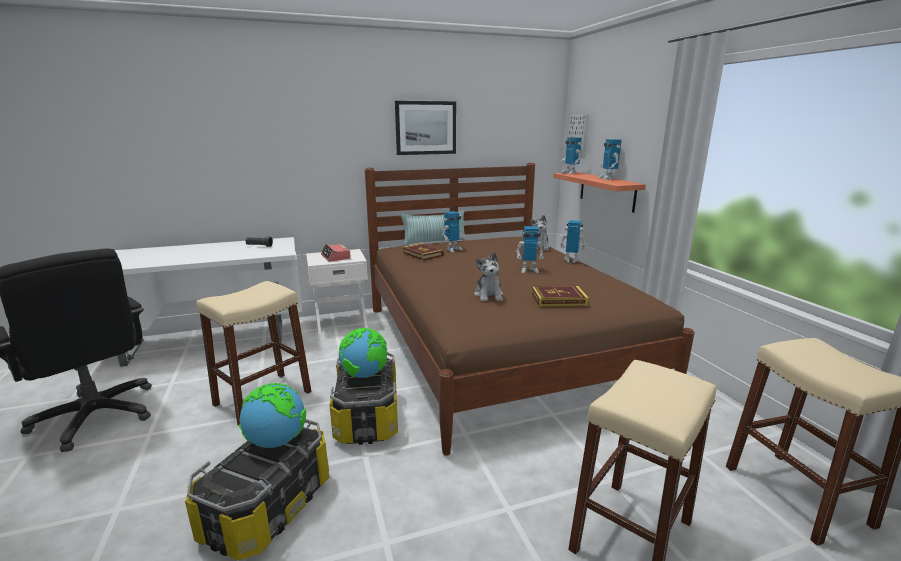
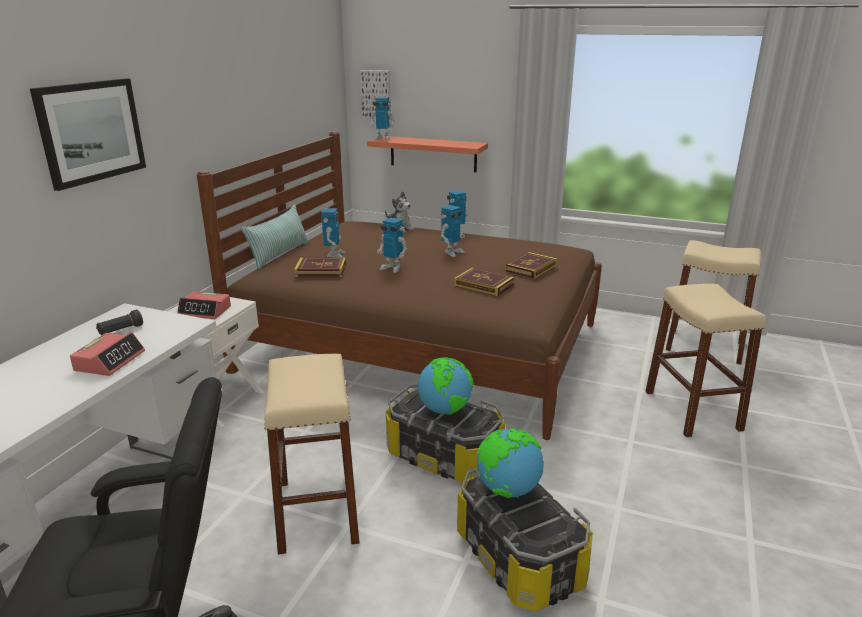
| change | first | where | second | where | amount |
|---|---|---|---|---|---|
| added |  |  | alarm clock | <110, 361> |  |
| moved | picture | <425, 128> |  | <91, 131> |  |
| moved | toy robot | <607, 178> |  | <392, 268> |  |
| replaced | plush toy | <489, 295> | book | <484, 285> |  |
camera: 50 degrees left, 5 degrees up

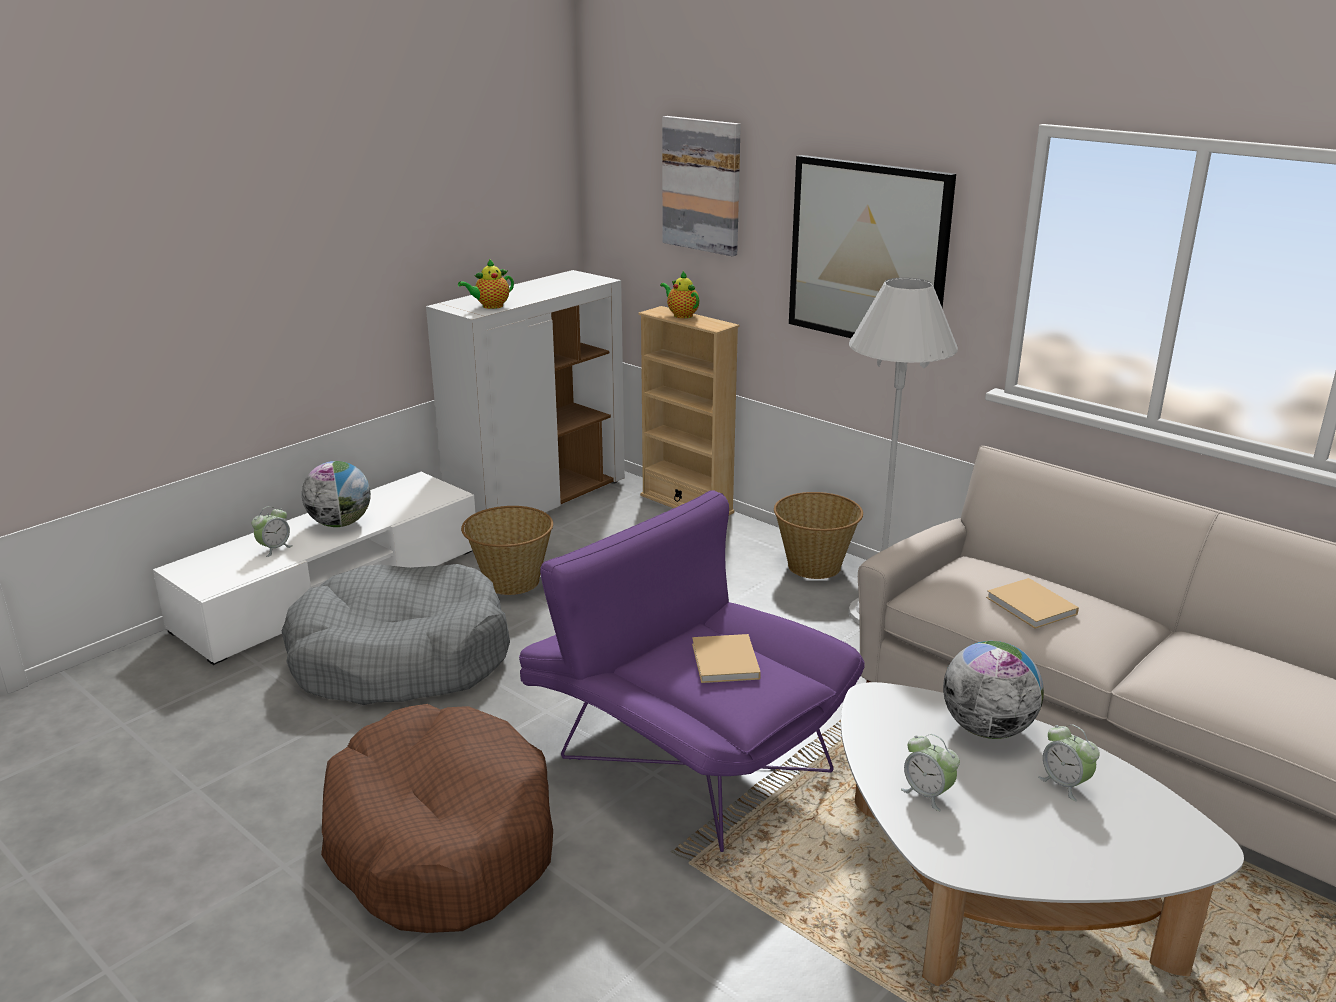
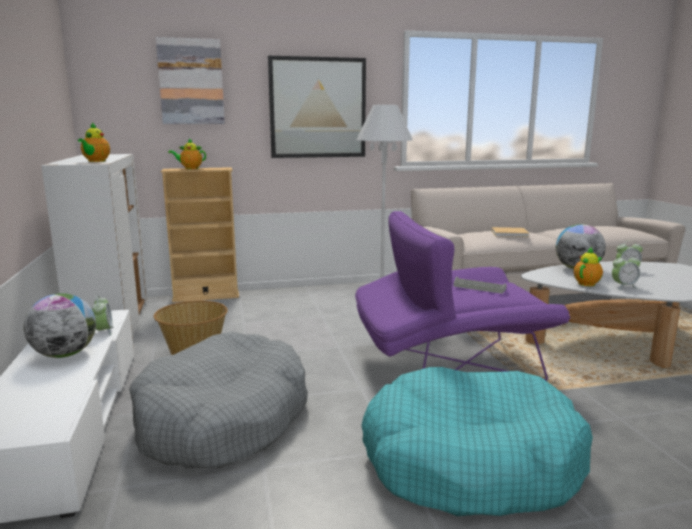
| change | first | where | second | where | amount |
|---|---|---|---|---|---|
| removed | basket | <815, 566> |  |  |  |
| added |  |  | teapot | <587, 283> |  |
| moved | alarm clock | <274, 549> |  | <104, 331> |  |
| replaced | beige book | <725, 663> | grey tray | <479, 287> |  |
| recoloured | brown dog bed | <440, 840> | turquoise dog bed | <470, 462> |  |
camera: 55 degrees left, 10 degrees down

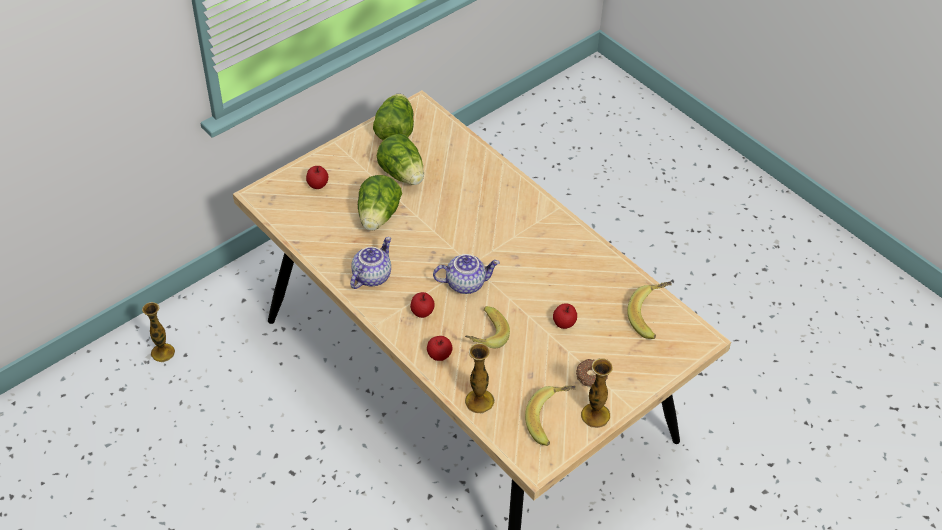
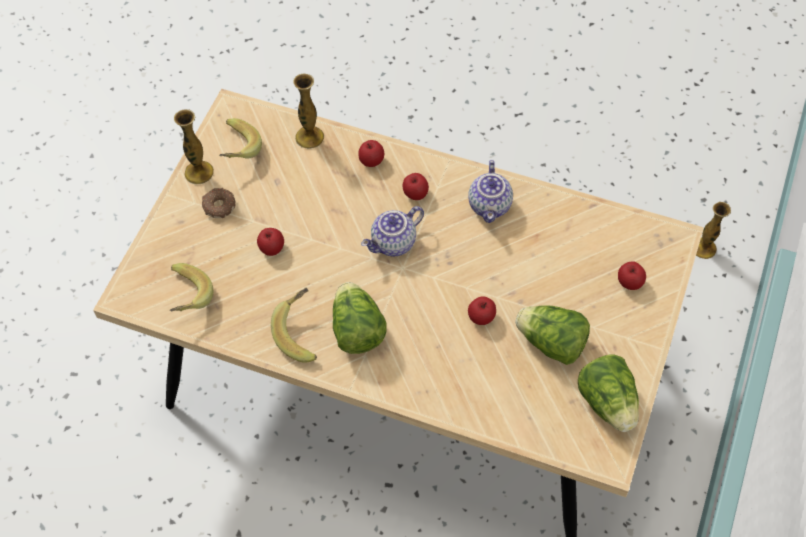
| change | first | where | second | where | amount |
|---|---|---|---|---|---|
| added |  |  | apple | <481, 317> |  |
| moved | lettuce | <378, 217> |  | <357, 330> |  |
| moved | banana | <483, 336> |  | <302, 332> |  |
camera: 155 degrees right, 10 degrees up

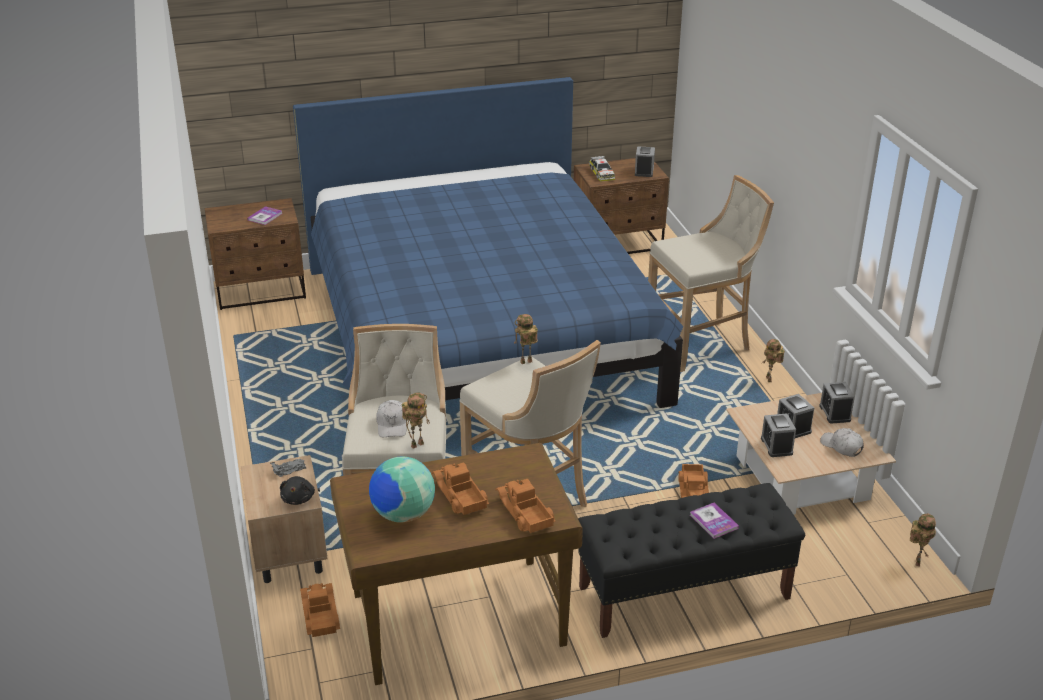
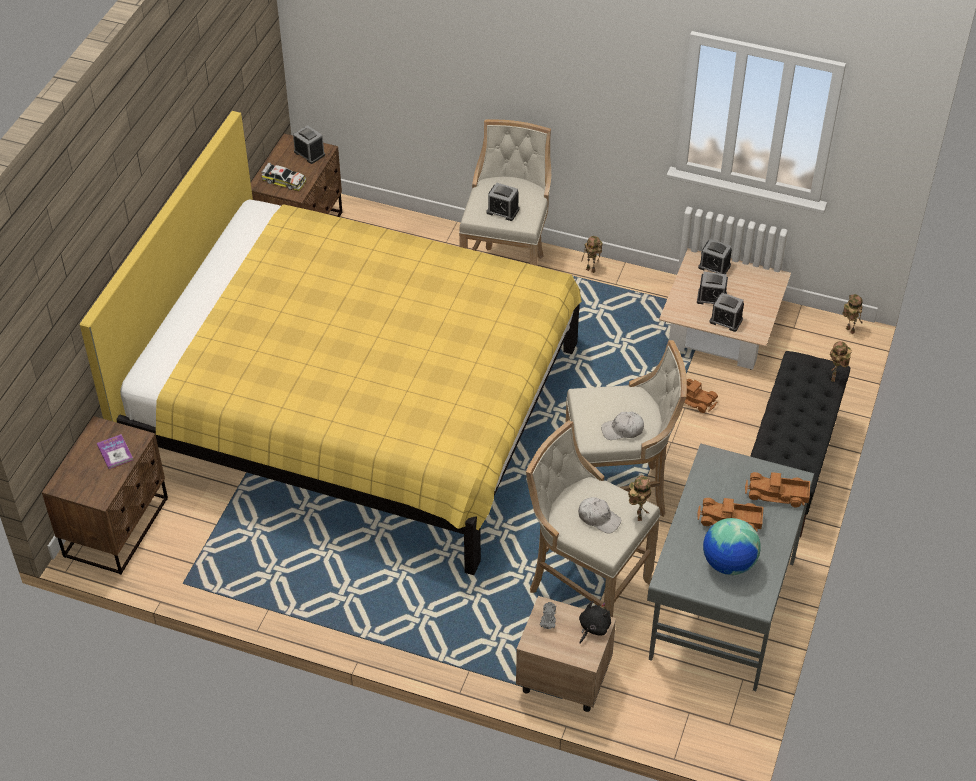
| change | first | where | second | where | amount |
|---|---|---|---|---|---|
| removed | toy truck | <319, 615> |  |  |  |
| removed | book | <713, 521> |  |  |  |
| added |  |  | alarm clock | <503, 211> |  |
| moved | toy robot | <526, 363> |  | <834, 378> |  |
| moved | white cap | <841, 446> |  | <622, 430> |  |
| recoloured | blue bed | <477, 334> | yellow bed | <356, 407> |  |
| recoloured | brown desk | <456, 618> | grey desk | <720, 609> |  |
| turned | black plush toy | <298, 498> |  | <593, 627> | 90 degrees counterclockwise |
camera: 55 degrees left, 15 degrees up

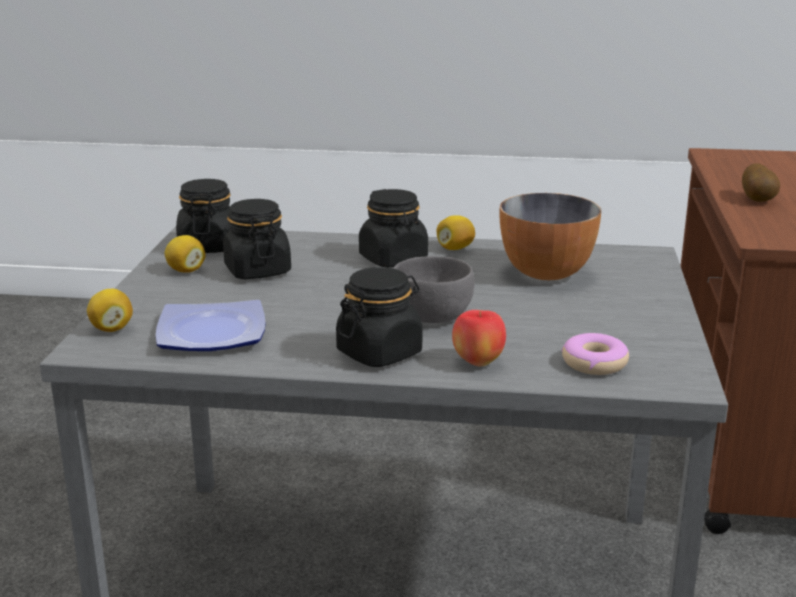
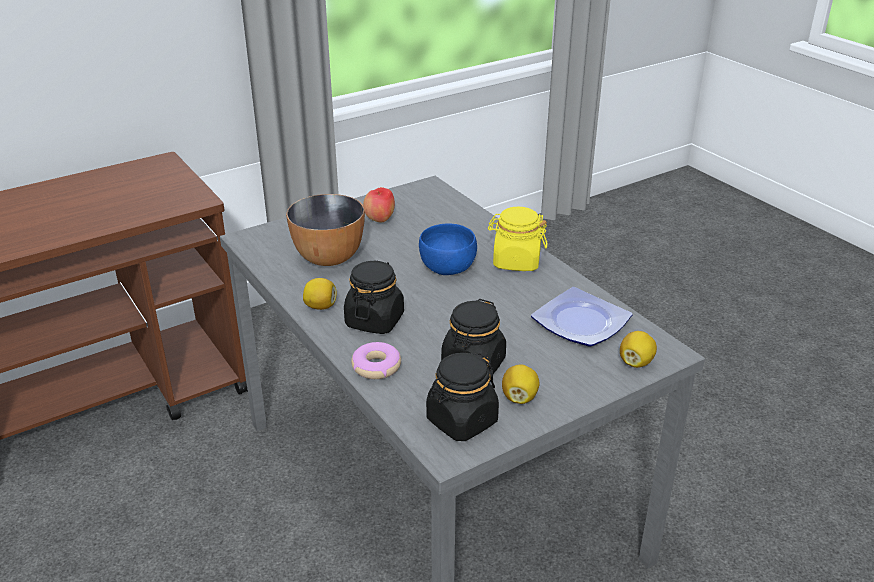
| change | first | where | second | where | amount |
|---|---|---|---|---|---|
| removed | potato | <758, 200> |  |  |  |
| moved | apple | <478, 362> |  | <380, 220> |  |
| moved | donut | <594, 363> |  | <376, 367> |  |
| recoloured | black jar | <379, 353> | yellow jar | <516, 261> |  |
| recoloured | grey bowl | <431, 315> | blue bowl | <448, 267> |  |
camera: 130 degrees left, 10 degrees up

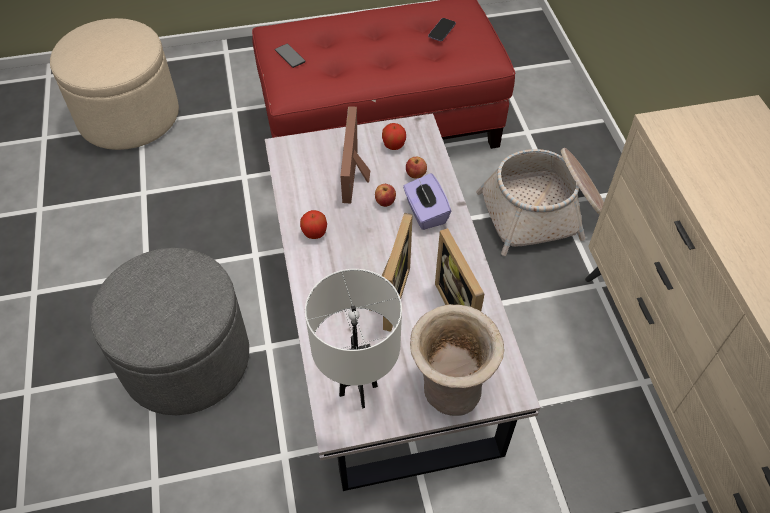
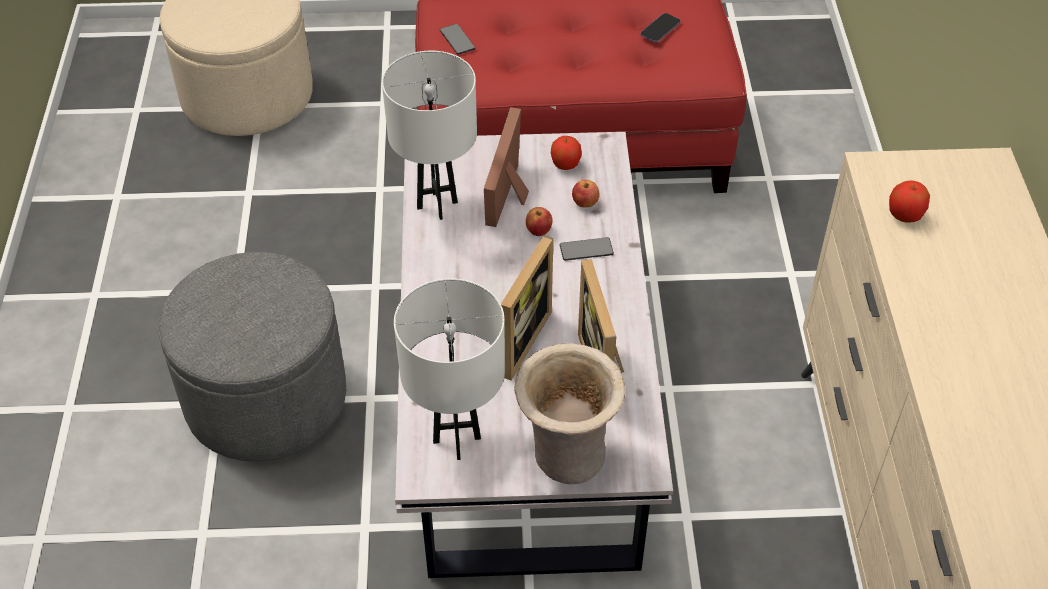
| change | first | where | second | where | amount |
|---|---|---|---|---|---|
| removed | basket | <544, 213> |  |  |  |
| added |  |  | white table lamp | <437, 205> |  |
| moved | apple | <314, 233> |  | <905, 215> |  |
| replaced | purple tissue box | <425, 213> | phone | <586, 250> |  |
camera: 10 degrees right, 5 degrees down

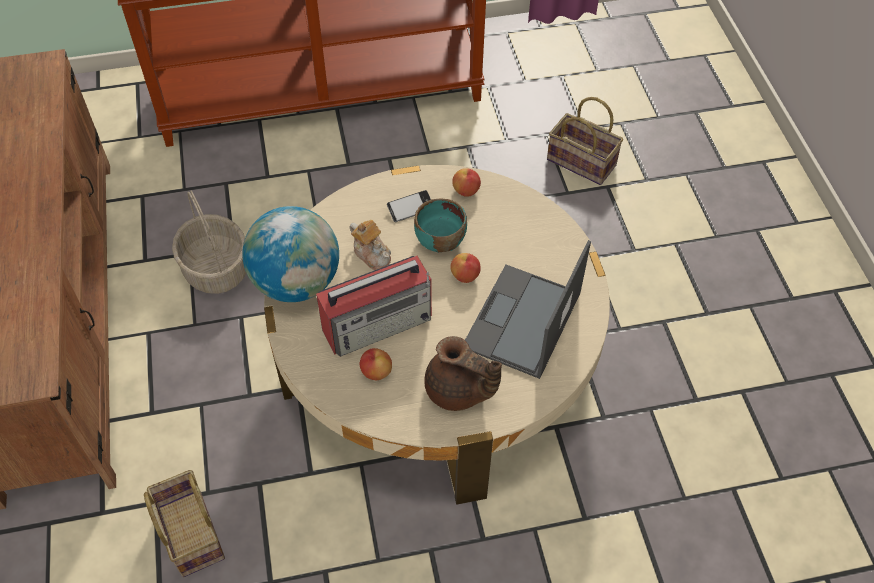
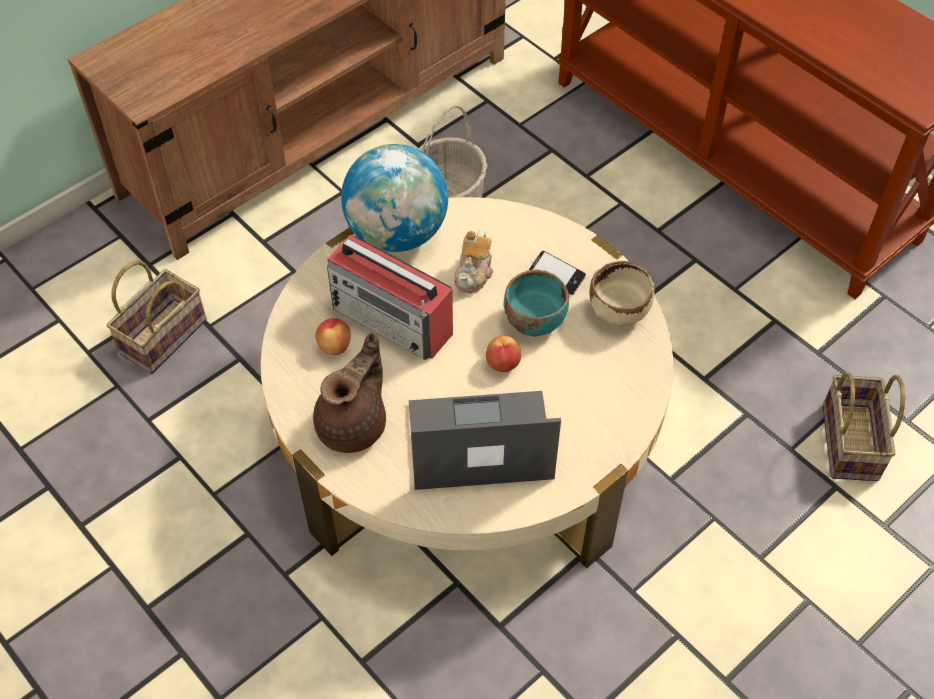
| change | first | where | second | where | amount |
|---|---|---|---|---|---|
| replaced | apple | <466, 191> | beige bowl | <619, 311> |  |
| turned | brown teapot | <458, 391> |  | <354, 424> | 150 degrees counterclockwise |
camera: 60 degrees right, 0 degrees up

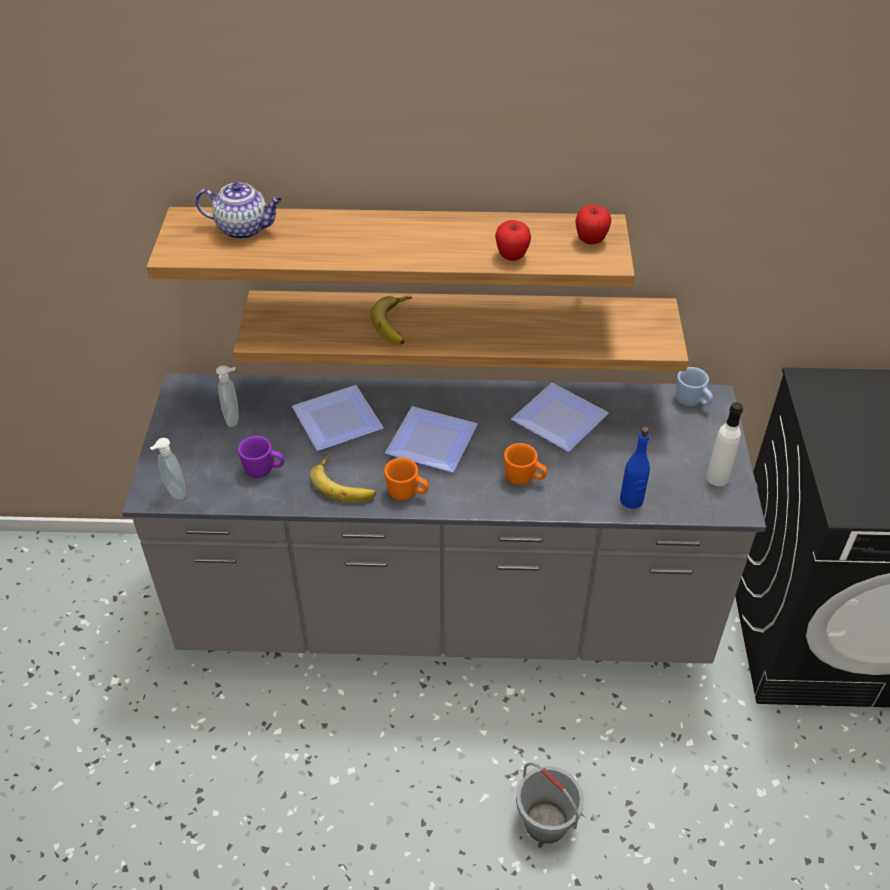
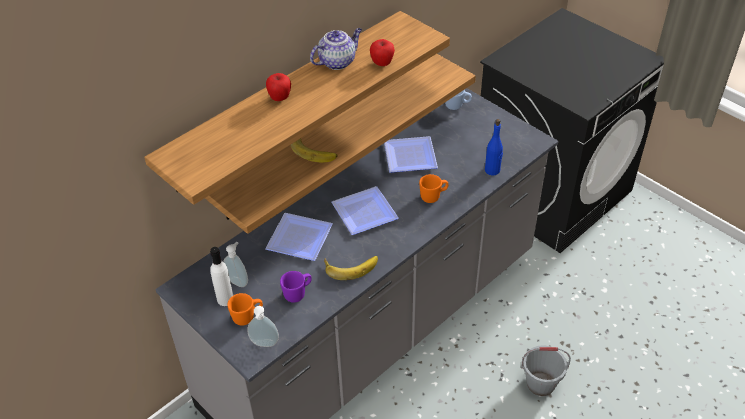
| change | first | where | second | where | amount |
|---|---|---|---|---|---|
| moved | teapot | <244, 229> |  | <337, 62> |  |
| moved | orange mug | <407, 494> |  | <247, 317> |  |
| moved | apple | <590, 241> |  | <280, 98> |  |
| moved | white bottle | <717, 478> |  | <225, 299> |  |
camera: 45 degrees left, 0 degrees up

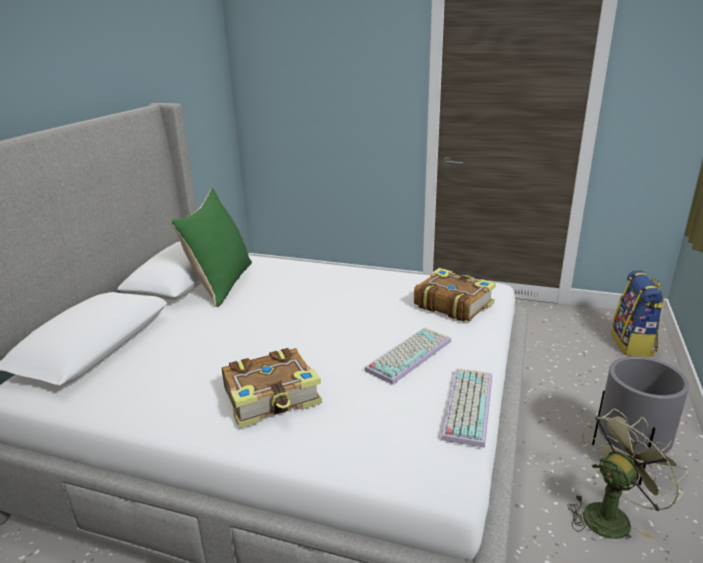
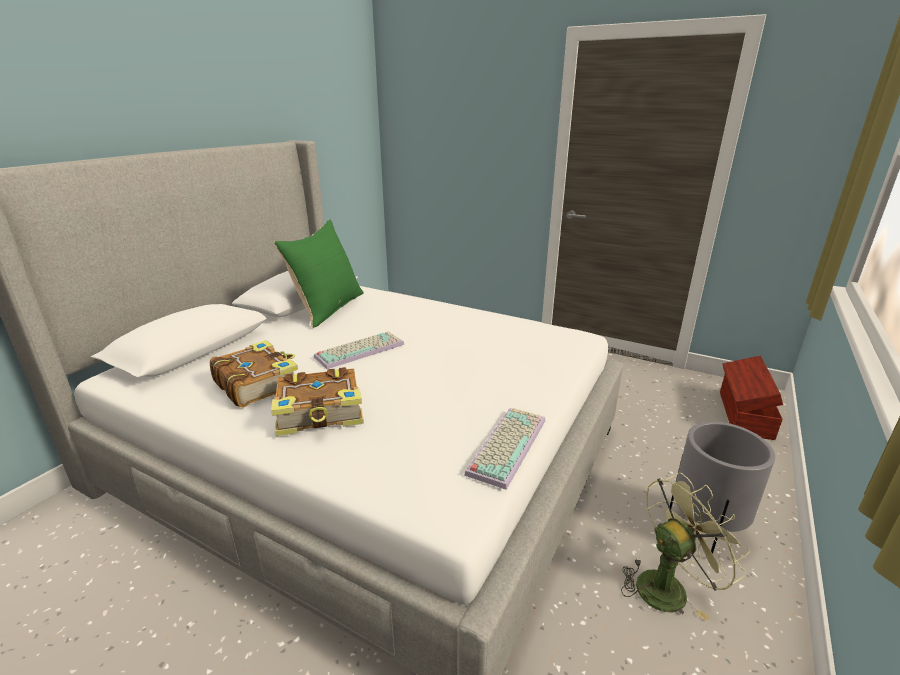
| change | first | where | second | where | amount |
|---|---|---|---|---|---|
| moved | keyboard | <408, 354> |  | <360, 350> |  |
| moved | book | <452, 304> |  | <257, 384> |  |
| replaced | backpack | <633, 344> | brown storage box | <744, 415> |  |
camera: 10 degrees right, 0 degrees up

